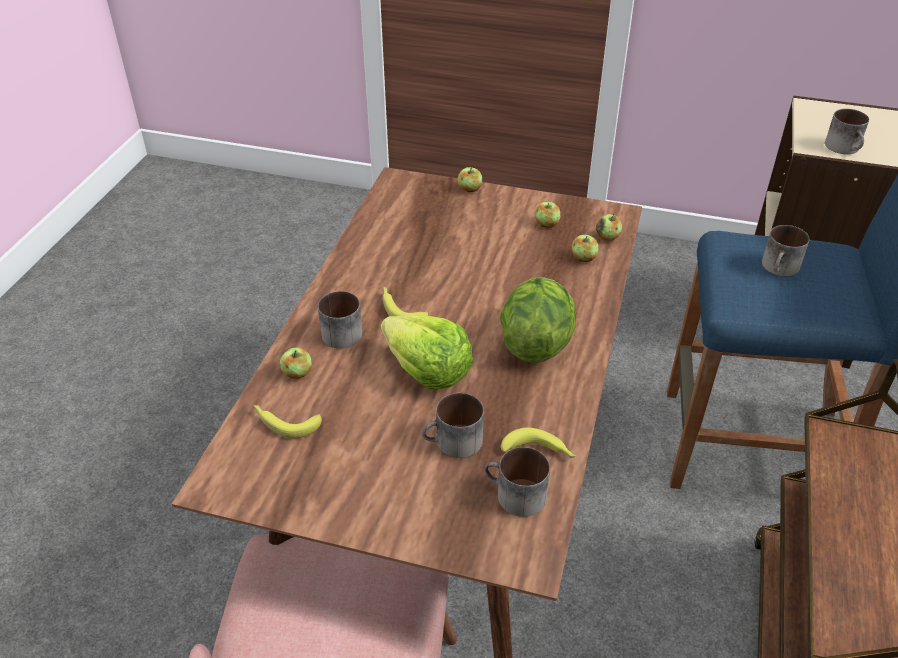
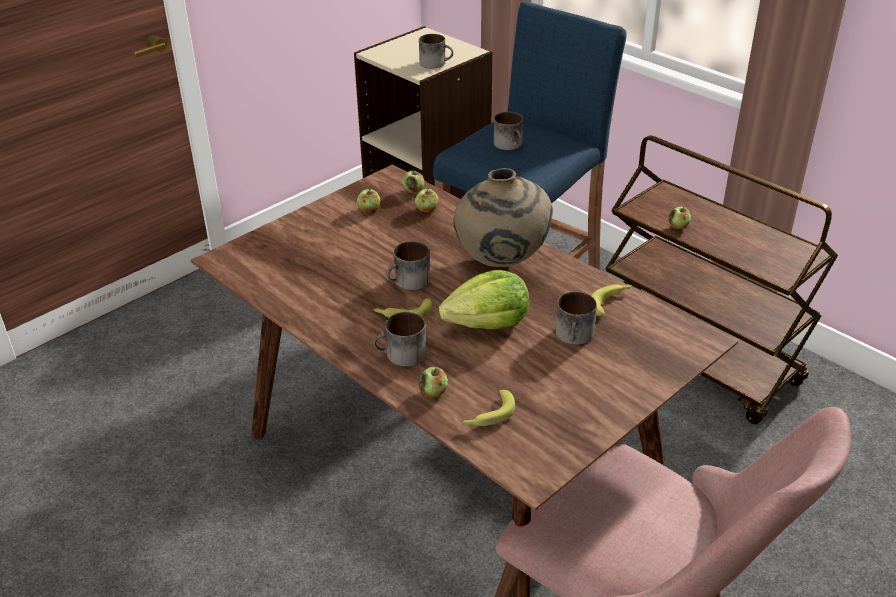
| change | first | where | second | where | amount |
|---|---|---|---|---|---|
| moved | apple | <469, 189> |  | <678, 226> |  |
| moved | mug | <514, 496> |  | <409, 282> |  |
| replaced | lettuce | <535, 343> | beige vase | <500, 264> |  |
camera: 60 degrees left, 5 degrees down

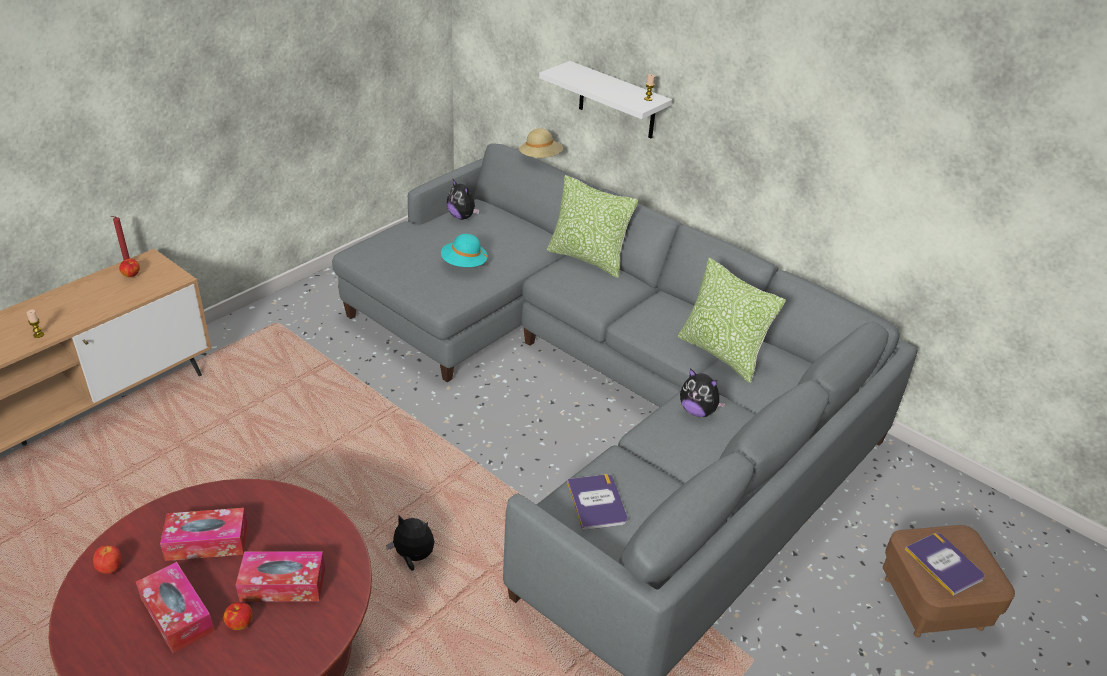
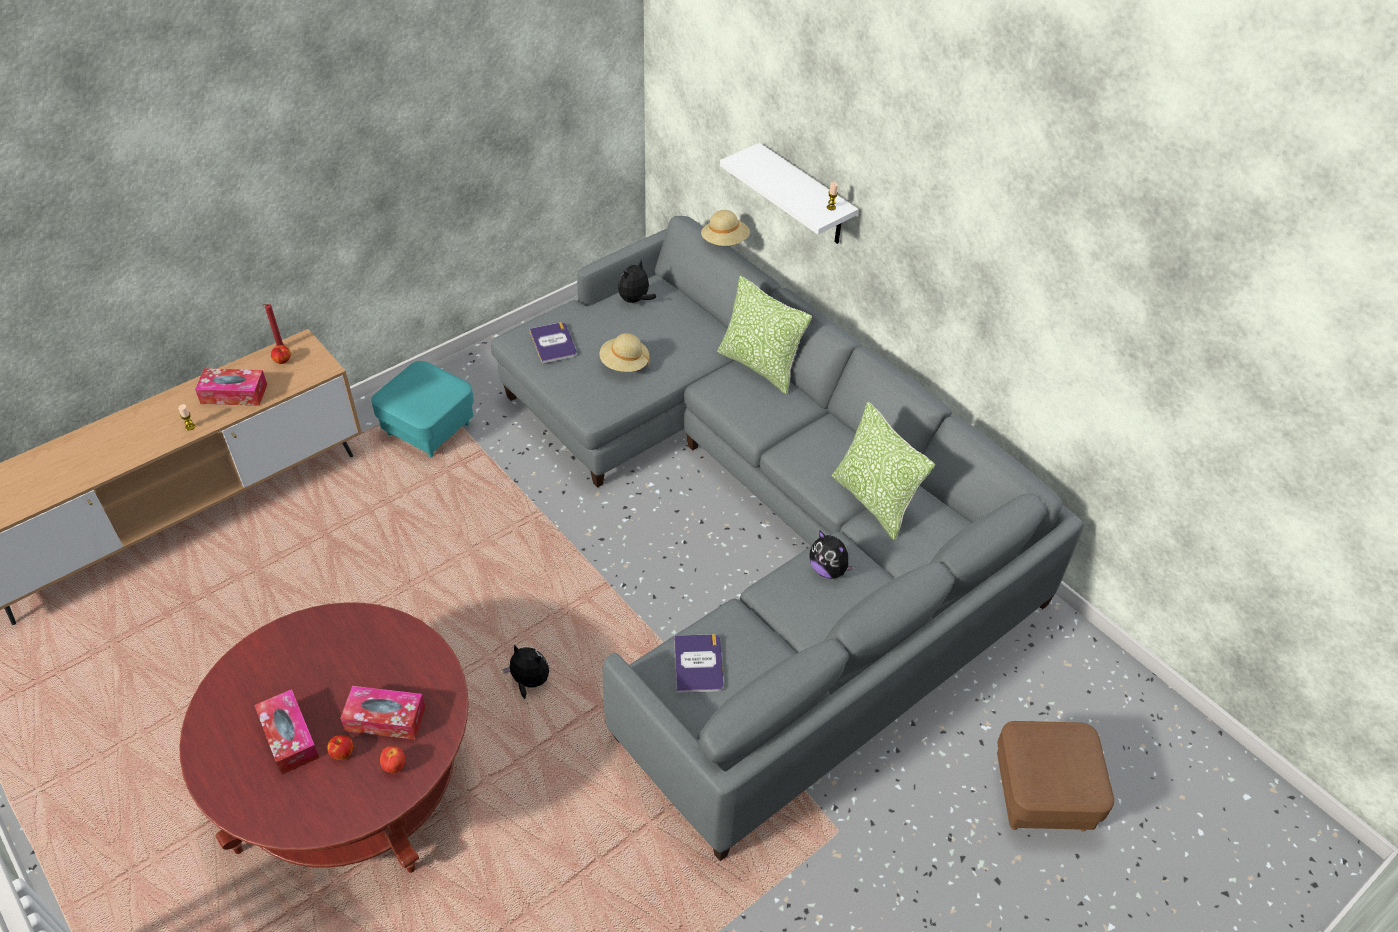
| change | first | where | second | where | amount |
|---|---|---|---|---|---|
| added |  |  | turquoise ottoman | <429, 429> |  |
| moved | apple | <110, 569> |  | <394, 766> |  |
| moved | tissue box | <207, 542> |  | <234, 394> |  |
| moved | book | <944, 564> |  | <553, 343> |  |
| recoloured | turquoise hat | <464, 264> | beige hat | <624, 364> |  |
| turned | plush toy | <462, 217> |  | <635, 300> | 75 degrees clockwise |
camera: 10 degrees right, 10 degrees up

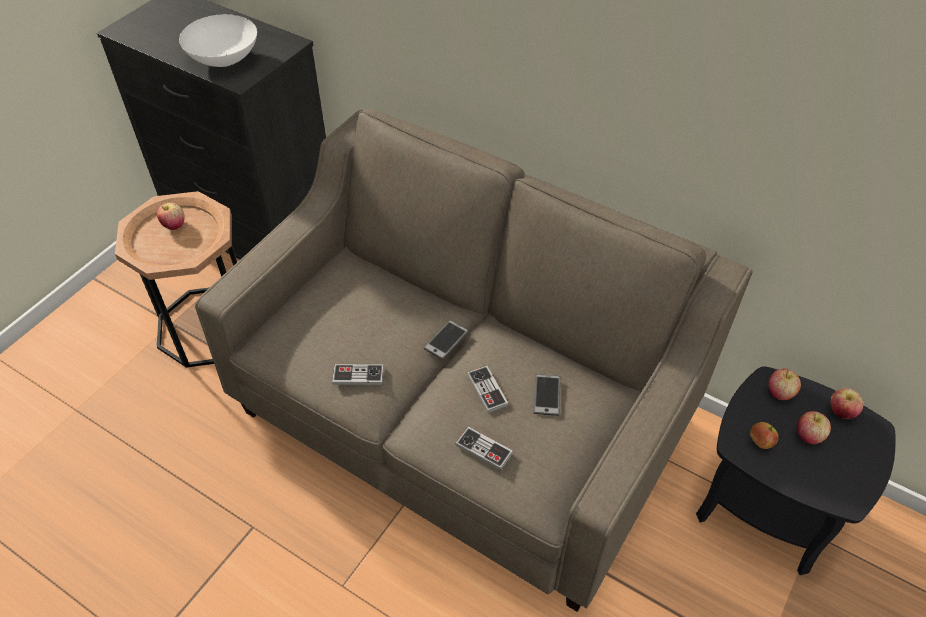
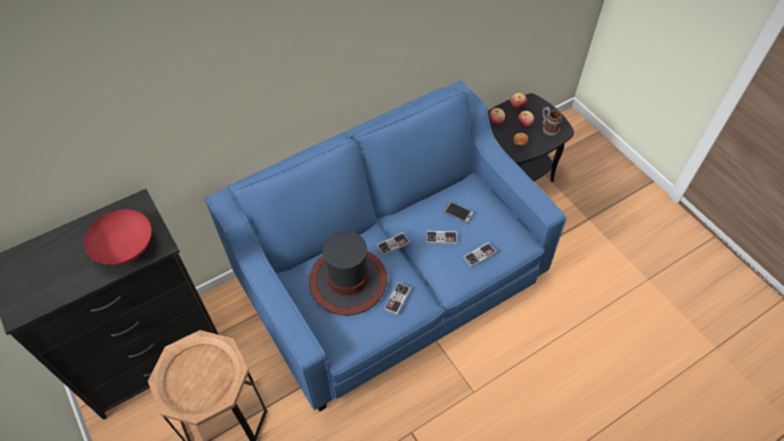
| change | first | where | second | where | amount |
|---|---|---|---|---|---|
| removed | apple | <174, 225> |  |  |  |
| added |  |  | hat | <348, 281> |  |
| added |  |  | mug | <548, 128> |  |
| replaced | phone | <446, 340> | game controller | <393, 245> |  |
| recoloured | white bowl | <223, 61> | red bowl | <126, 250> |  |
| recoloured | beige sofa | <465, 416> | blue sofa | <391, 283> |  |
camera: 65 degrees left, 5 degrees up

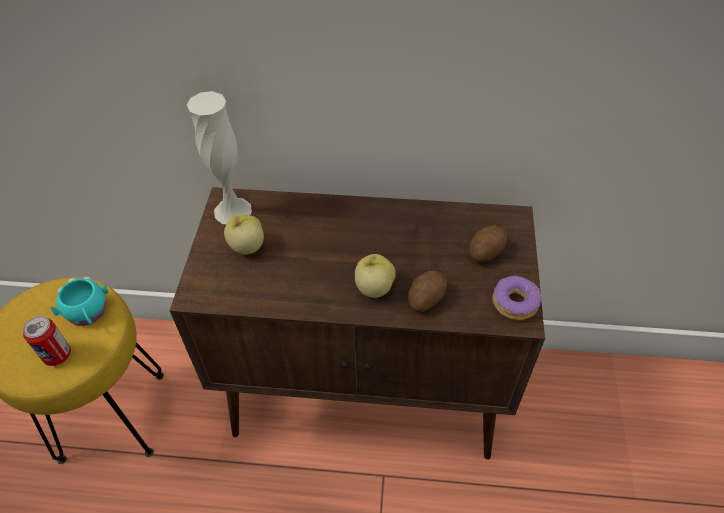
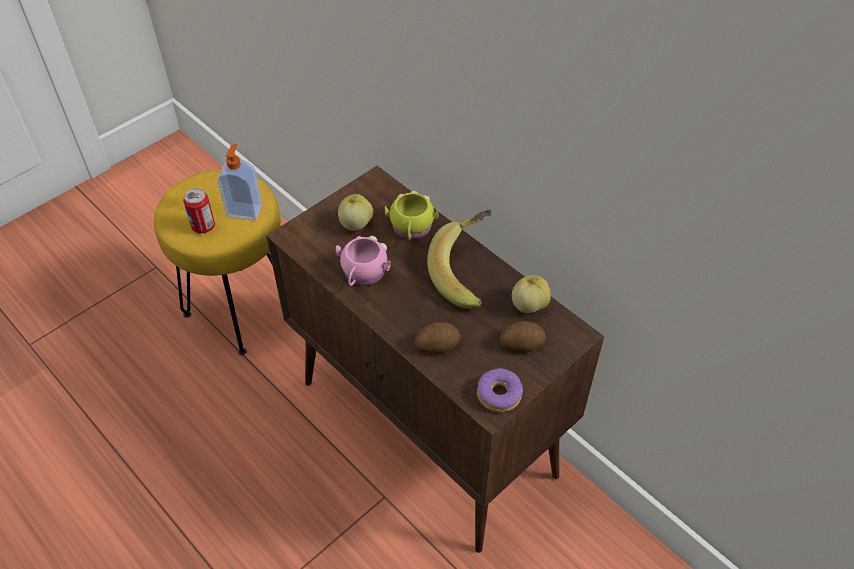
| change | first | where | second | where | amount |
|---|---|---|---|---|---|
| removed | white vase | <232, 211> |  |  |  |
| added |  |  | pink mug | <363, 274> |  |
| added |  |  | yellow mug | <411, 229> |  |
| added |  |  | banana | <468, 272> |  |
| moved | apple | <374, 287> |  | <529, 305> |  |
| replaced | turquoise mug | <88, 313> | soap dispenser | <245, 210> |  |
camera: 40 degrees right, 0 degrees up

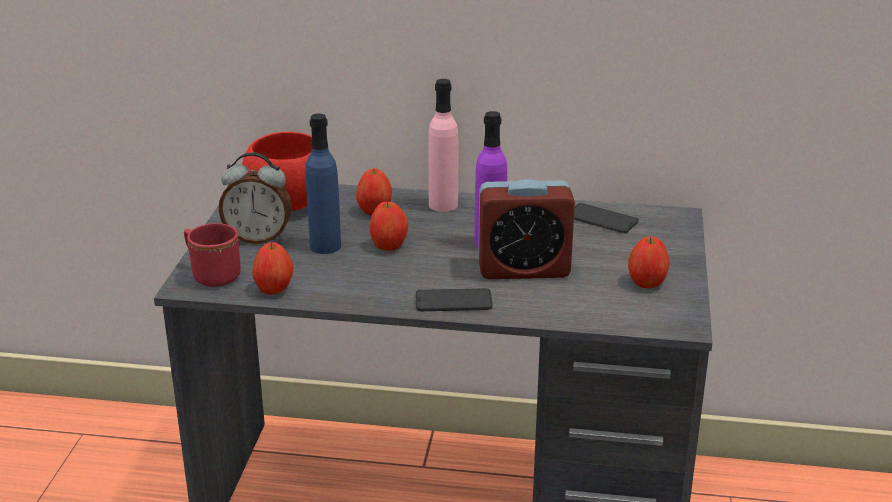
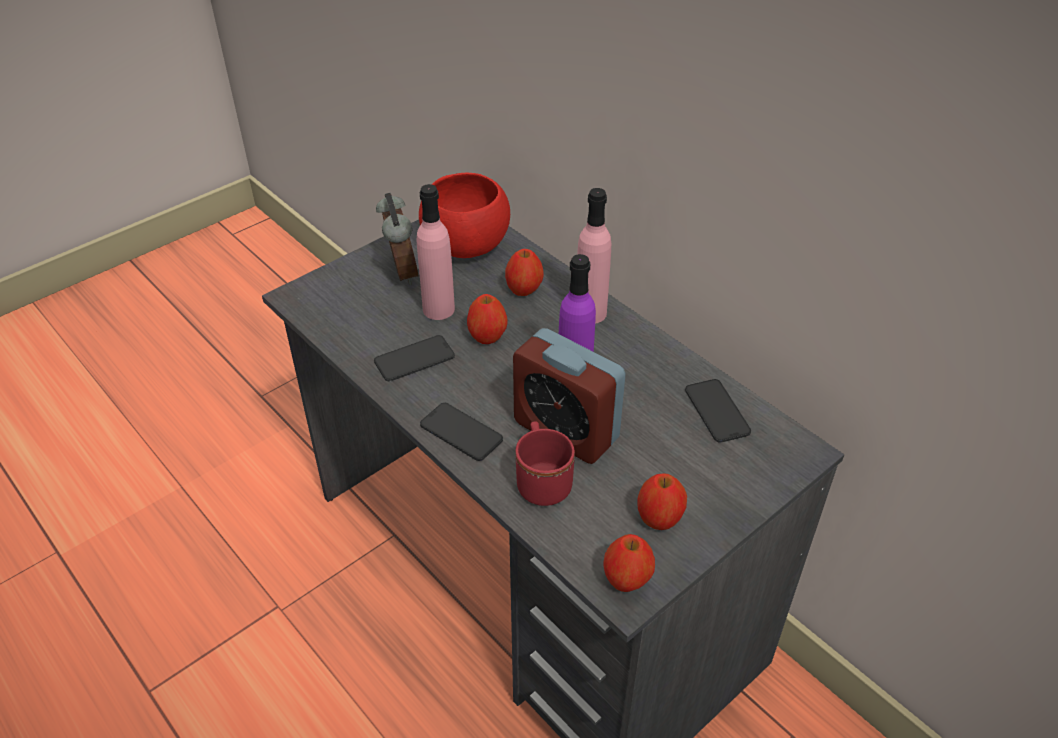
| change | first | where | second | where | amount |
|---|---|---|---|---|---|
| added |  |  | phone | <414, 359> |  |
| moved | red mug | <211, 274> |  | <542, 480> |  |
| moved | apple | <274, 289> |  | <626, 580> |  |
| recoloured | blue bottle | <325, 246> | pink bottle | <438, 309> |  |
| turned | alarm clock | <258, 238> |  | <401, 273> | 150 degrees counterclockwise |
camera: 40 degrees right, 15 degrees up

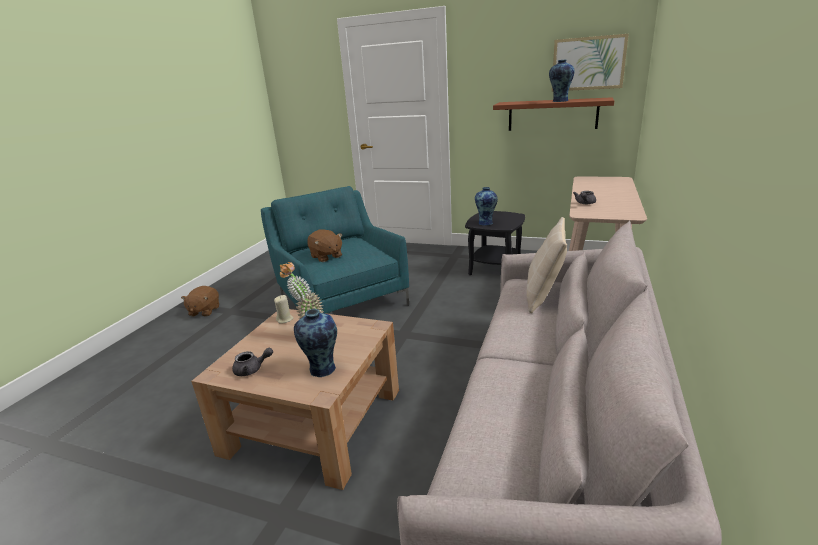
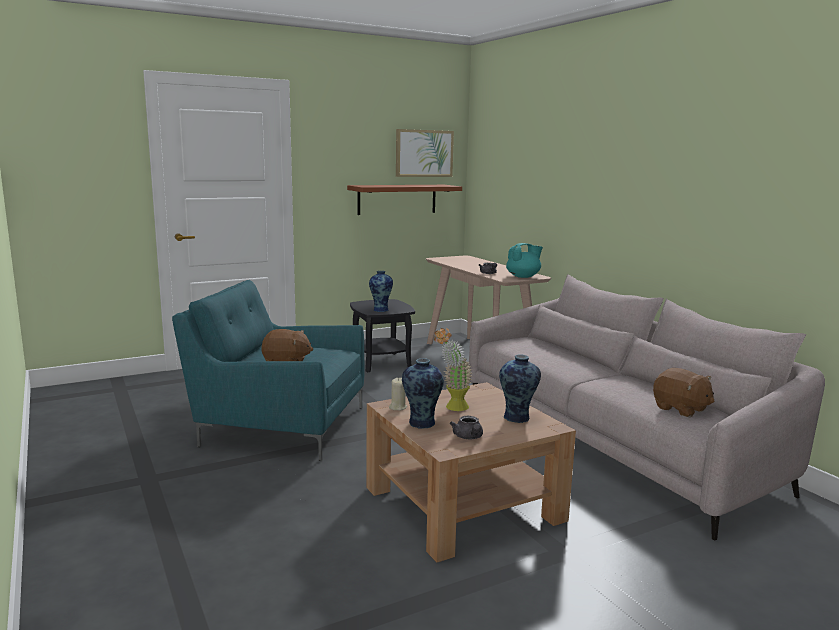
| change | first | where | second | where | amount |
|---|---|---|---|---|---|
| removed | beige pillow | <544, 296> |  |  |  |
| added |  |  | turquoise teapot | <523, 277> |  |
| moved | brown plush toy | <204, 311> |  | <680, 409> |  |
| moved | vase | <559, 101> |  | <421, 423> |  |
| turned | grey teapot | <252, 370> |  | <468, 437> | 135 degrees clockwise |
camera: 50 degrees left, 10 degrees down

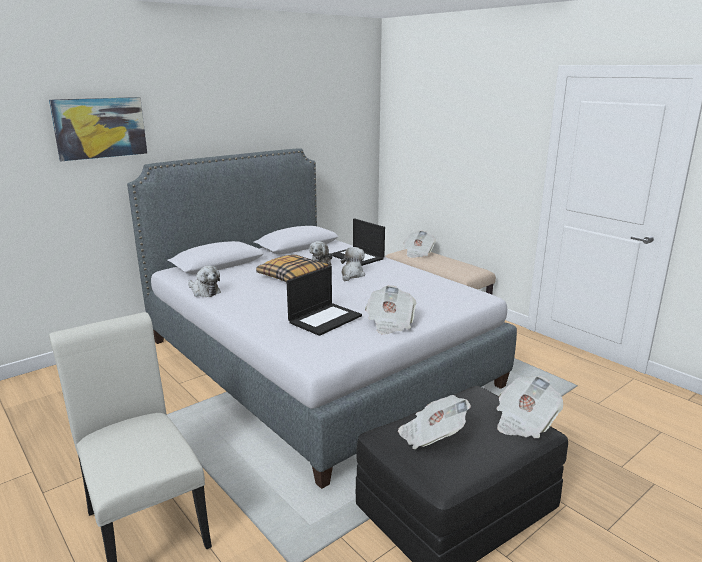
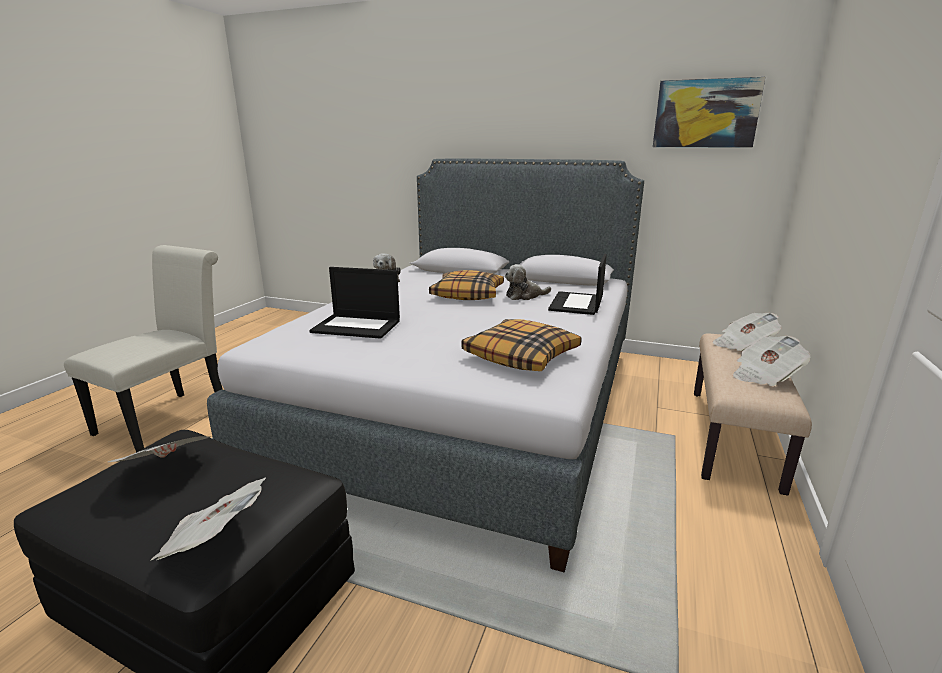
| change | first | where | second | where | amount |
|---|---|---|---|---|---|
| removed | plush toy | <352, 275> |  |  |  |
| added |  |  | pillow | <521, 356> |  |
| moved | picture | <100, 128> |  | <705, 114> |  |
| moved | newspaper | <390, 323> |  | <764, 376> |  |
camera: 60 degrees right, 0 degrees up

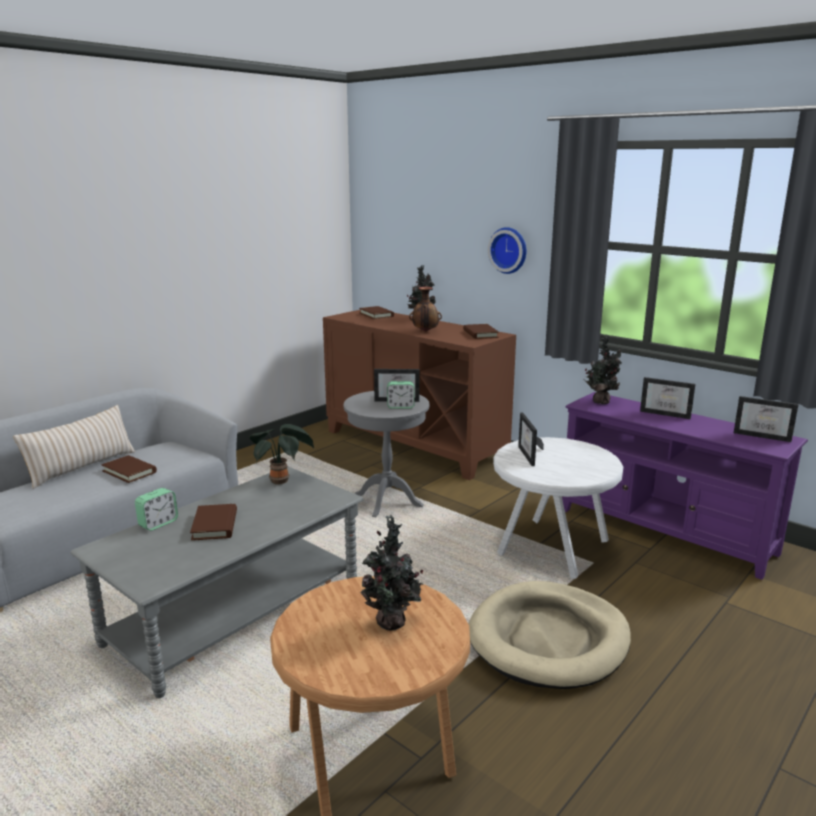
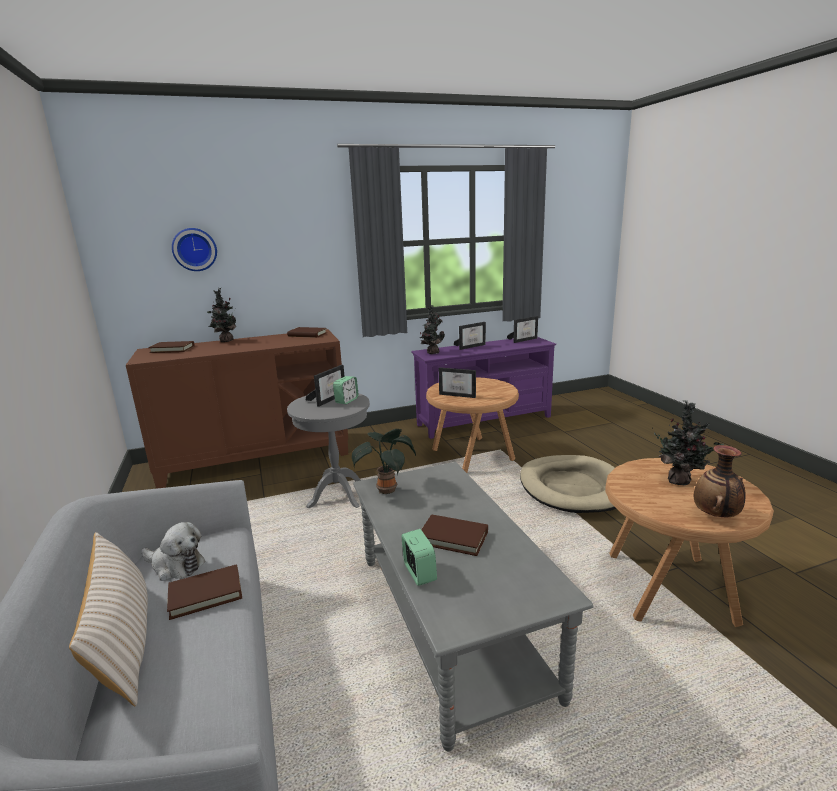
| change | first | where | second | where | amount |
|---|---|---|---|---|---|
| added |  |  | plush toy | <175, 565> |  |
| moved | vase | <425, 331> |  | <716, 516> |  |
| moved | wall clock | <509, 250> |  | <194, 249> |  |
| recoloured | white side table | <551, 548> | brown side table | <472, 456> |  |
camera: 60 degrees left, 0 degrees up

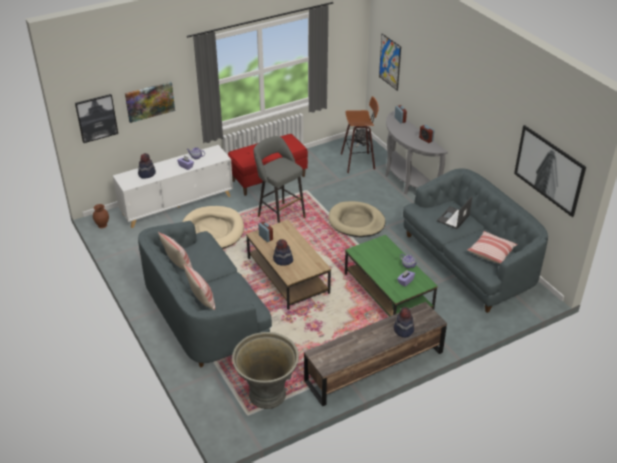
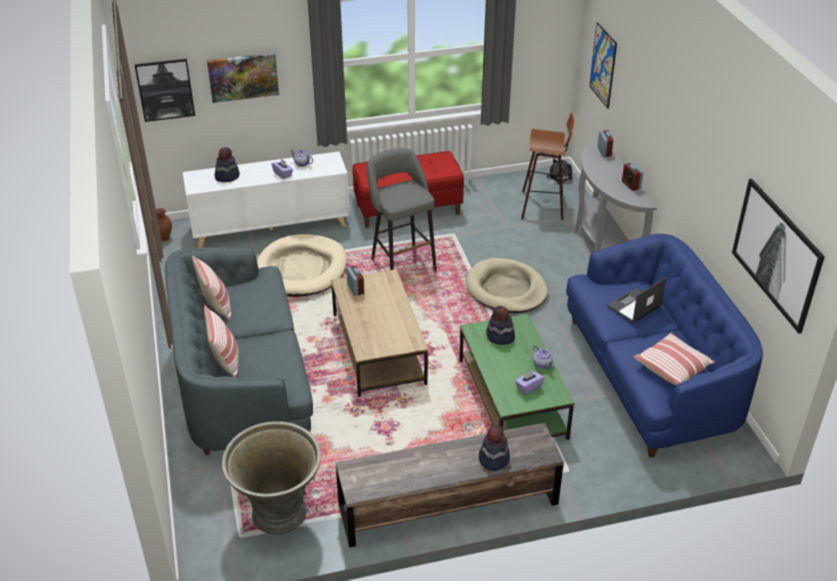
| change | first | where | second | where | amount |
|---|---|---|---|---|---|
| moved | hat | <283, 260> |  | <500, 337> |  |
| recoloured | grey sofa | <469, 262> | blue sofa | <650, 377> |  |
camera: 15 degrees right, 0 degrees up

